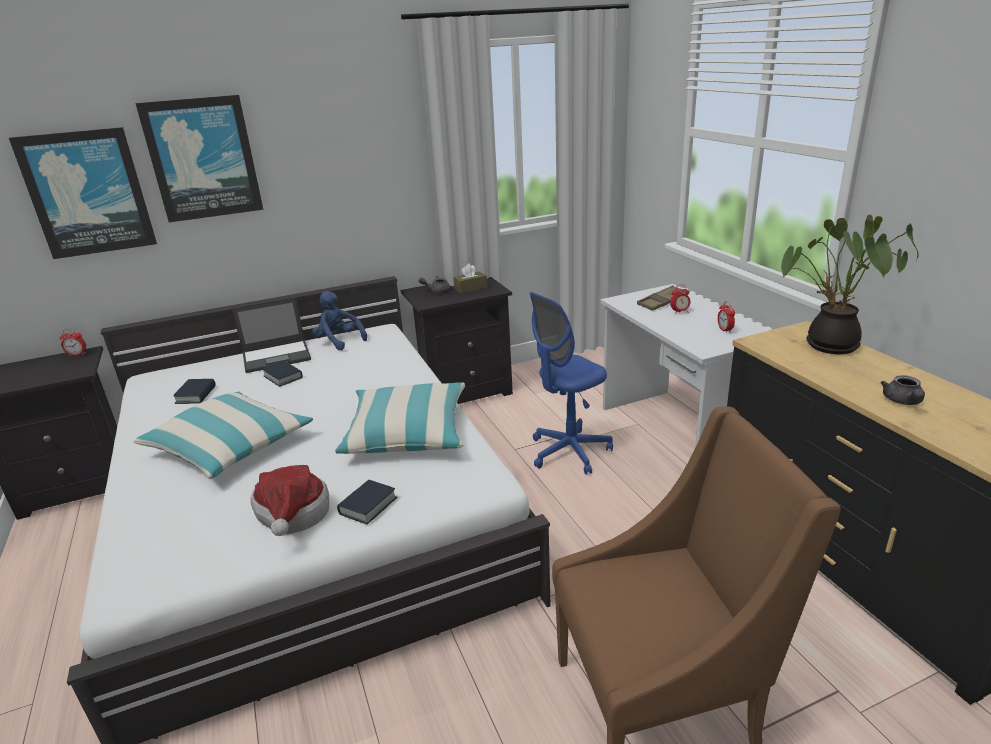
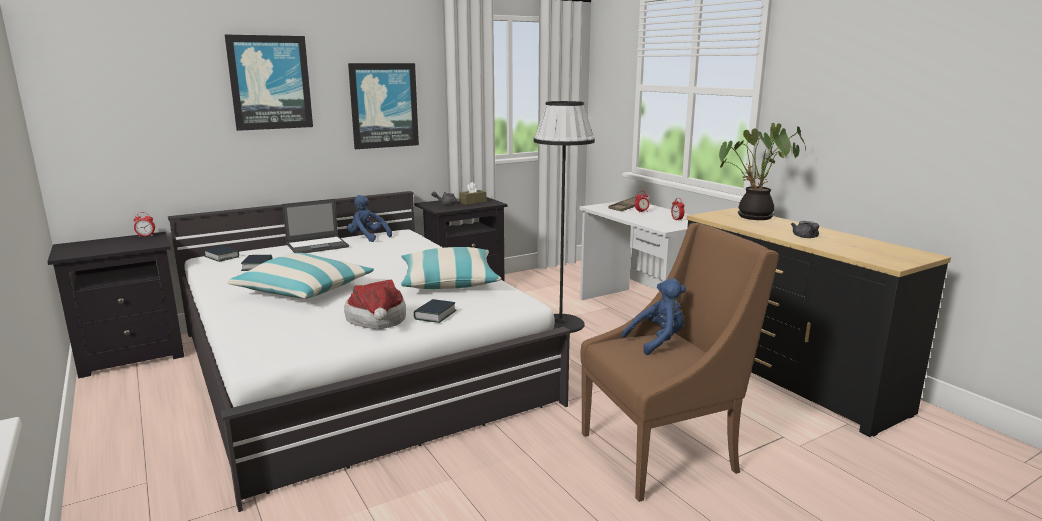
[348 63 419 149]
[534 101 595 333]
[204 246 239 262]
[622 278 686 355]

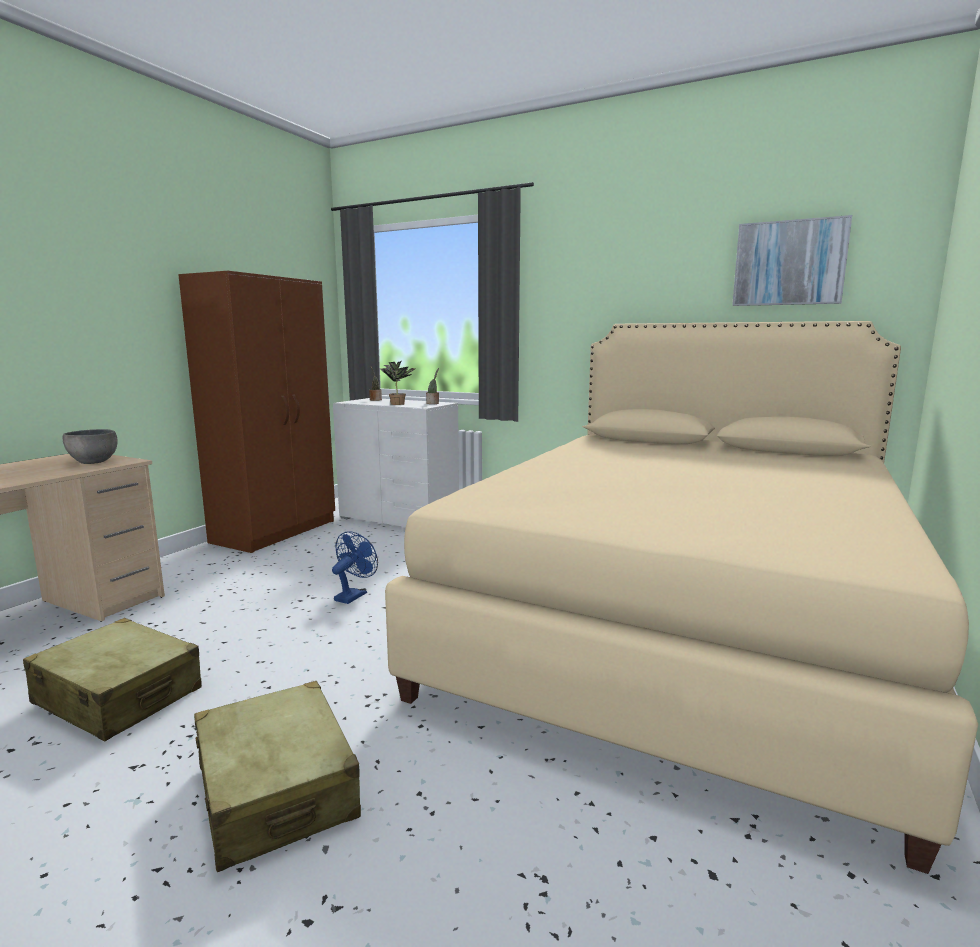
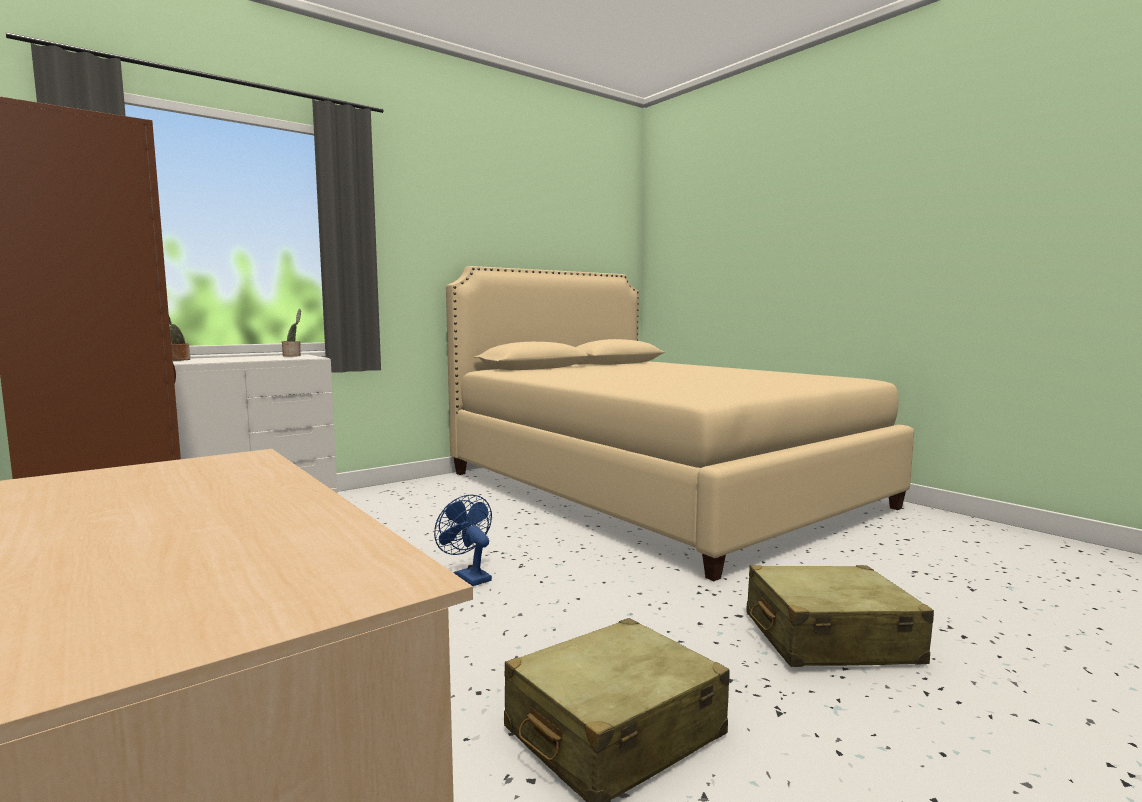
[732 215 852 306] (first image)
[381 361 415 405] (first image)
[63 429 118 464] (first image)

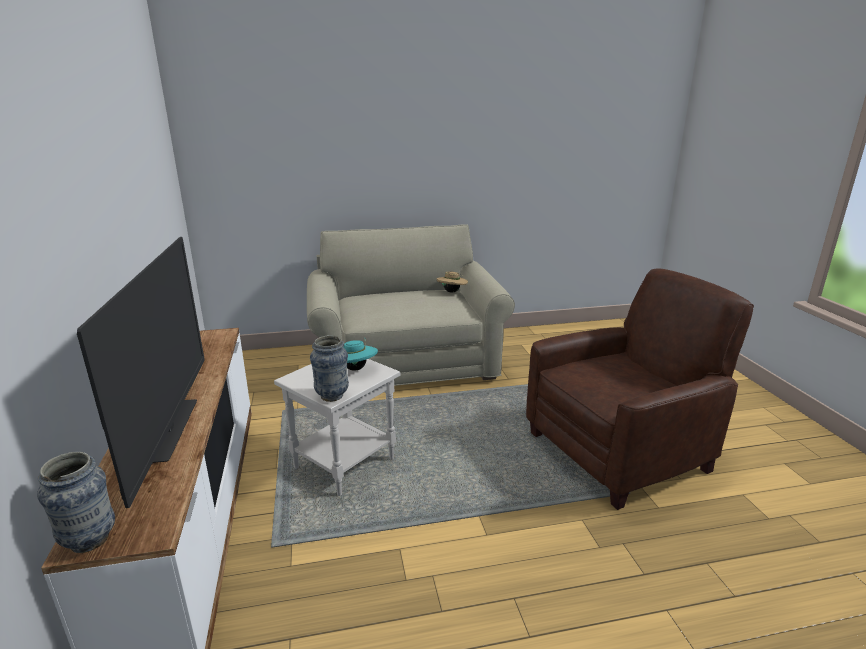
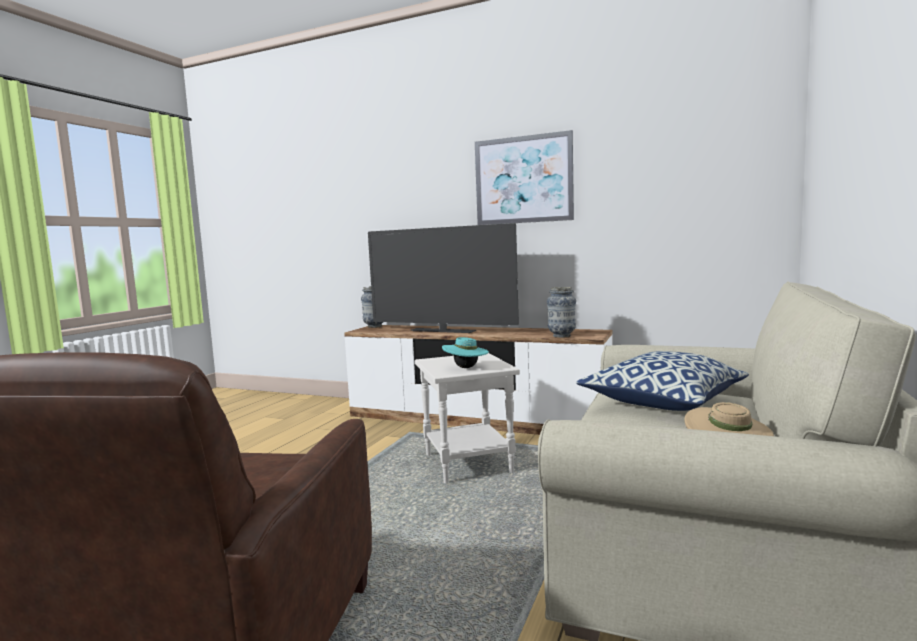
[547 287 576 338]
[475 130 574 225]
[576 351 749 411]

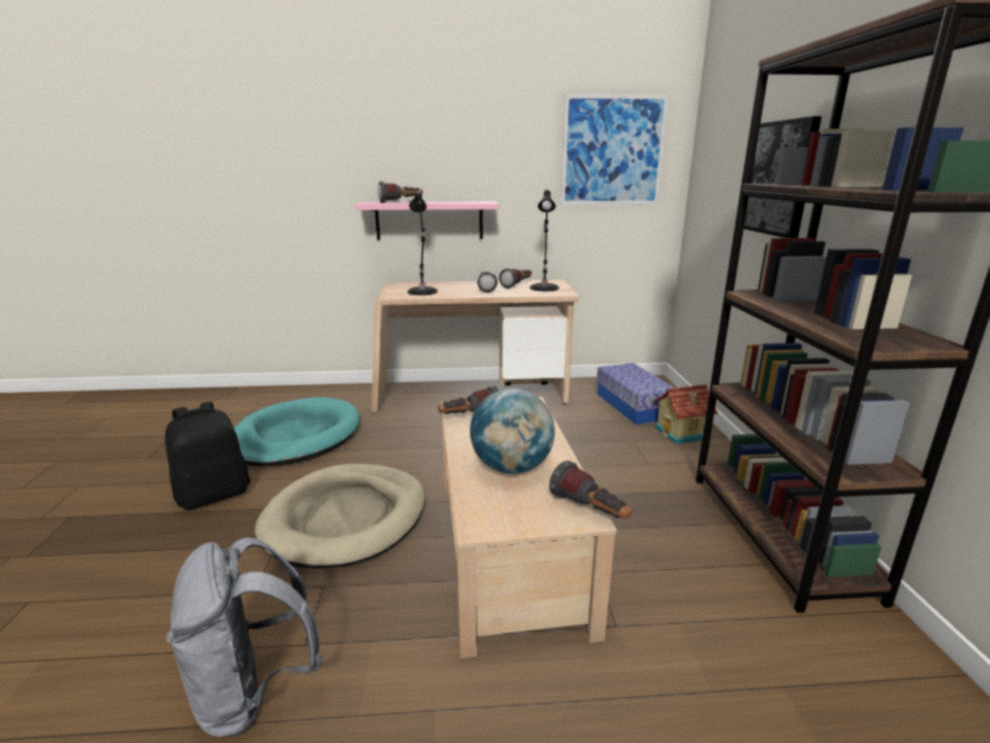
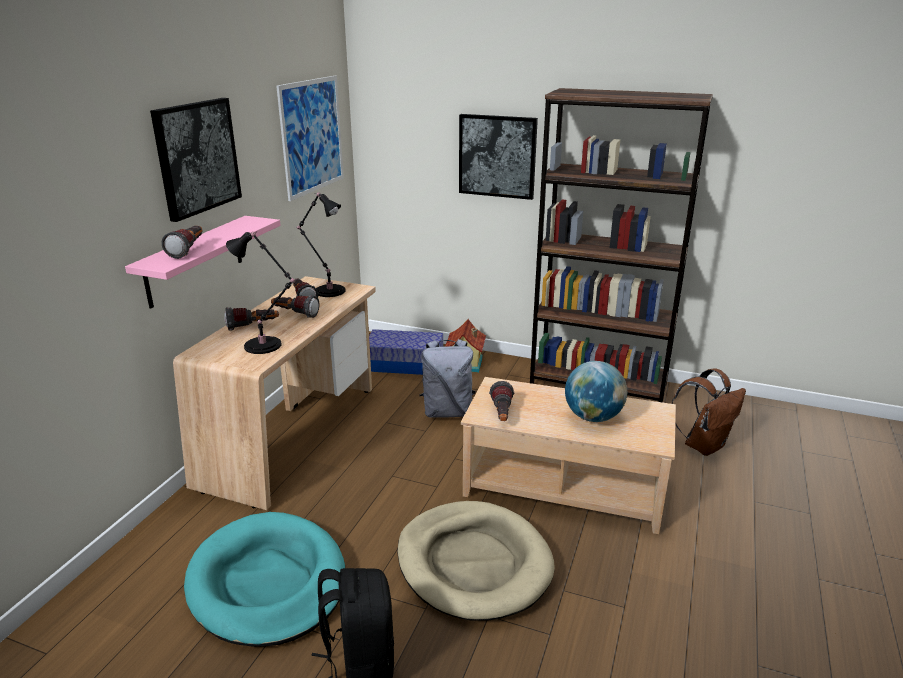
[224 307 279 331]
[419 339 476 418]
[150 98 242 222]
[672 369 746 456]

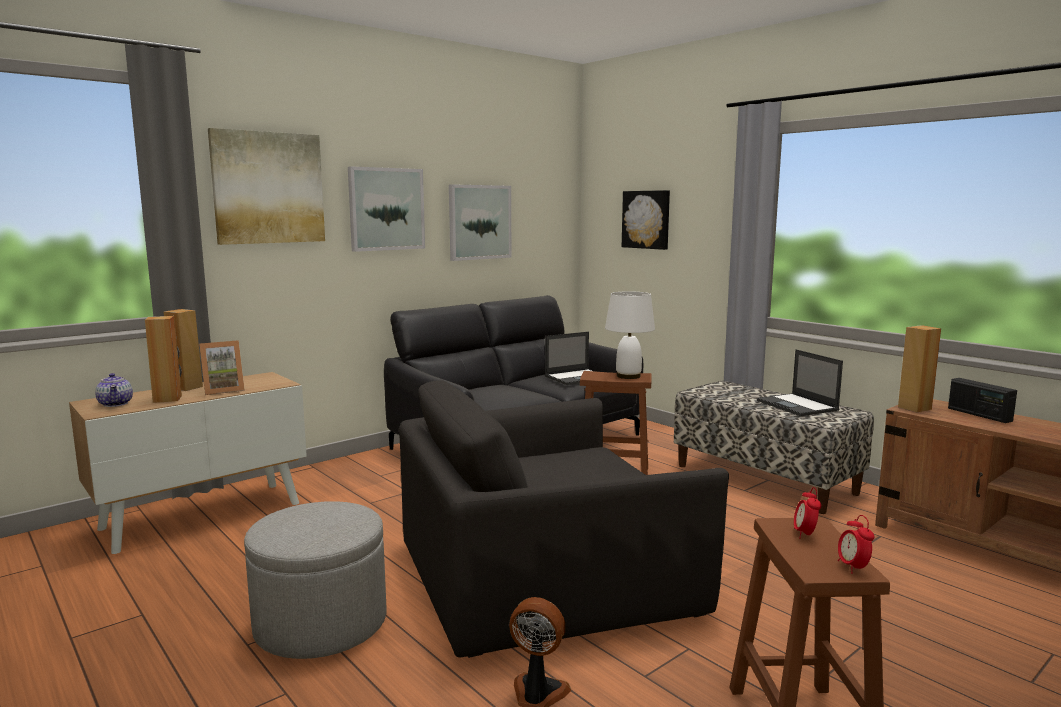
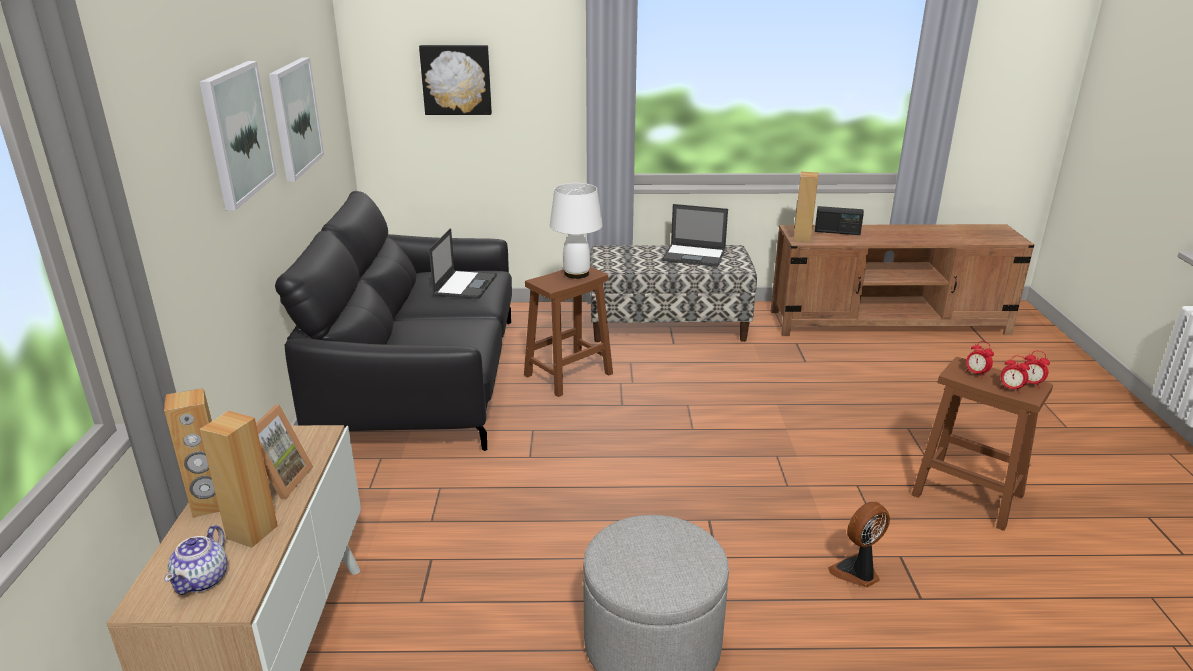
[208 128 325 245] (first image)
[165 525 228 595]
[399 380 729 658] (first image)
[1000 355 1030 394]

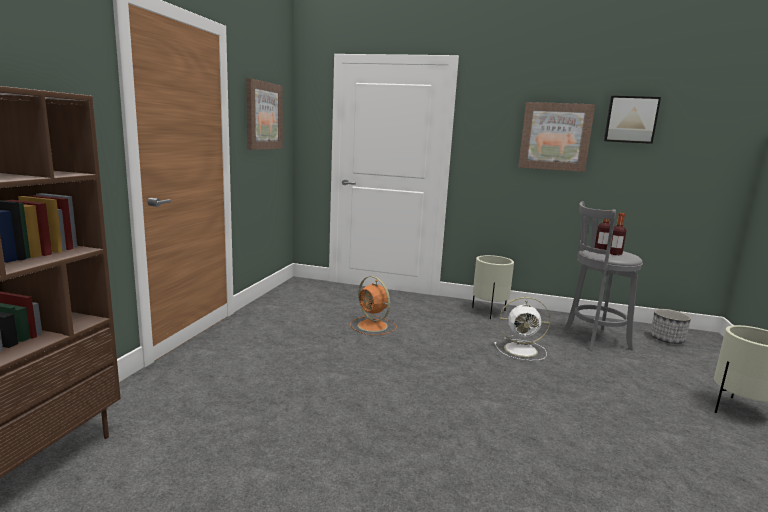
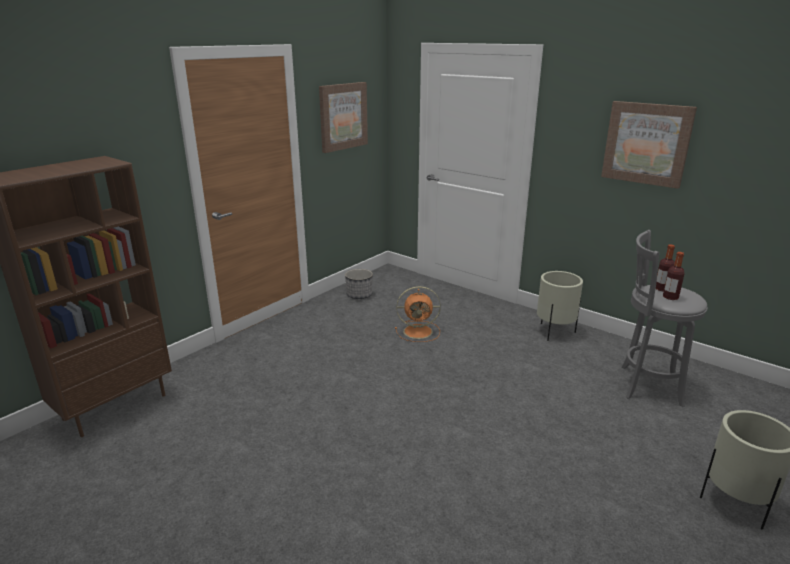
[604 96 661 144] (first image)
[395 286 441 342]
[494 297 551 361] (first image)
[345 269 373 299]

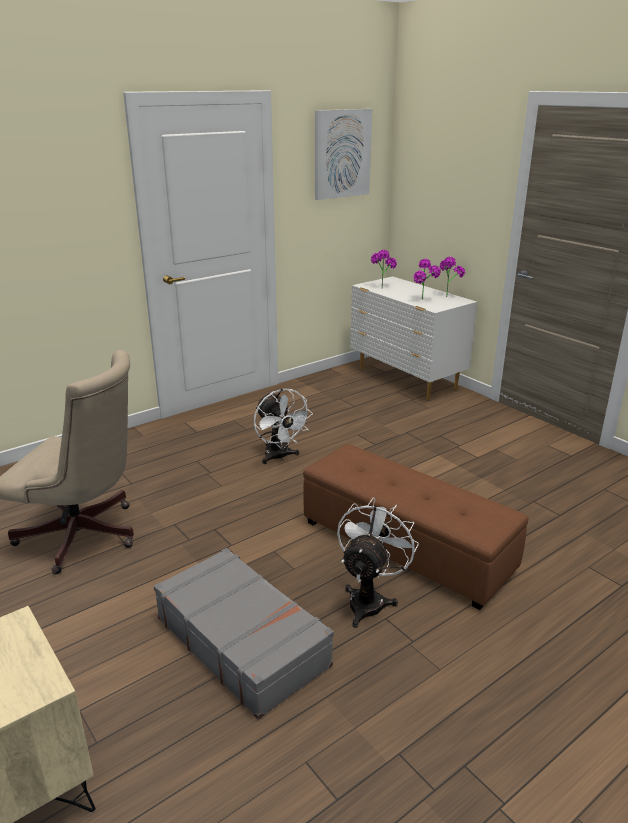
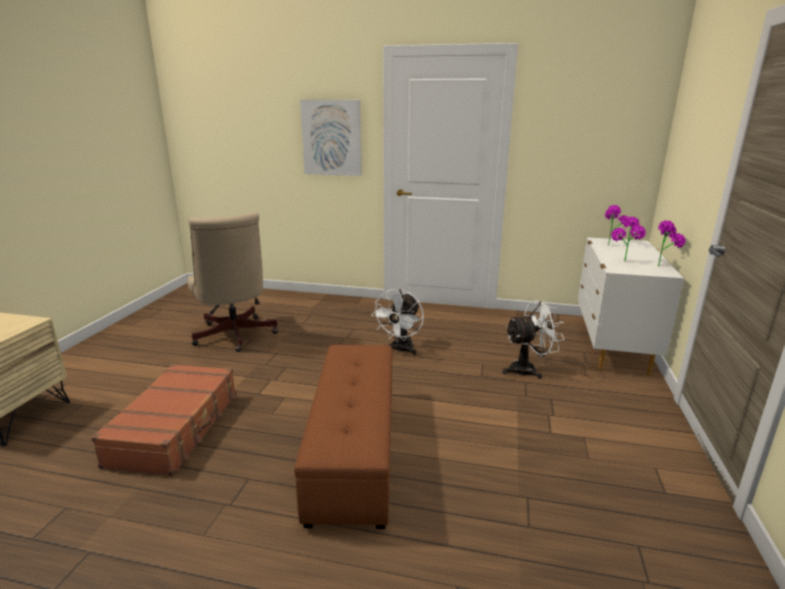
[300 100 361 176]
[502 300 564 379]
[91 364 236 476]

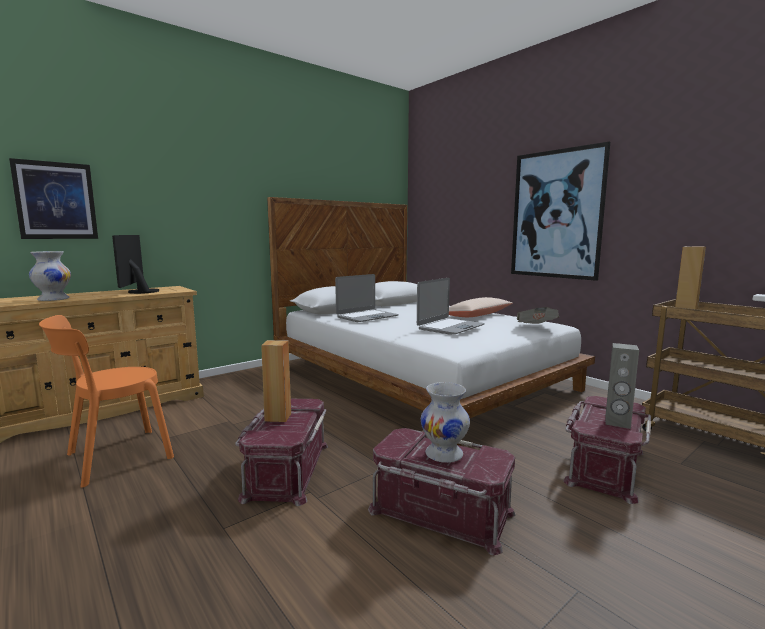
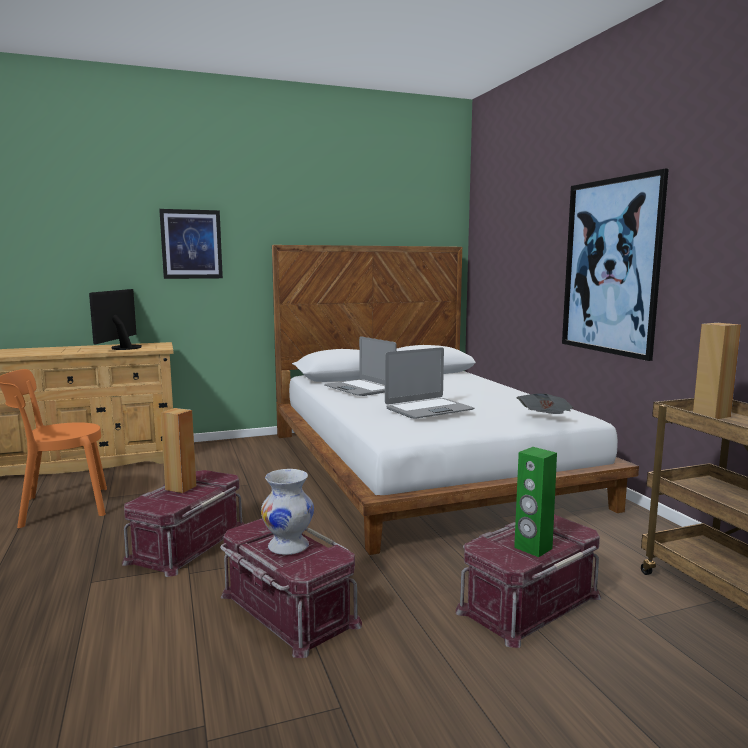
[159 209 223 279]
[29 251 71 301] (first image)
[324 336 396 396]
[449 297 513 317] (first image)
[514 447 557 557]

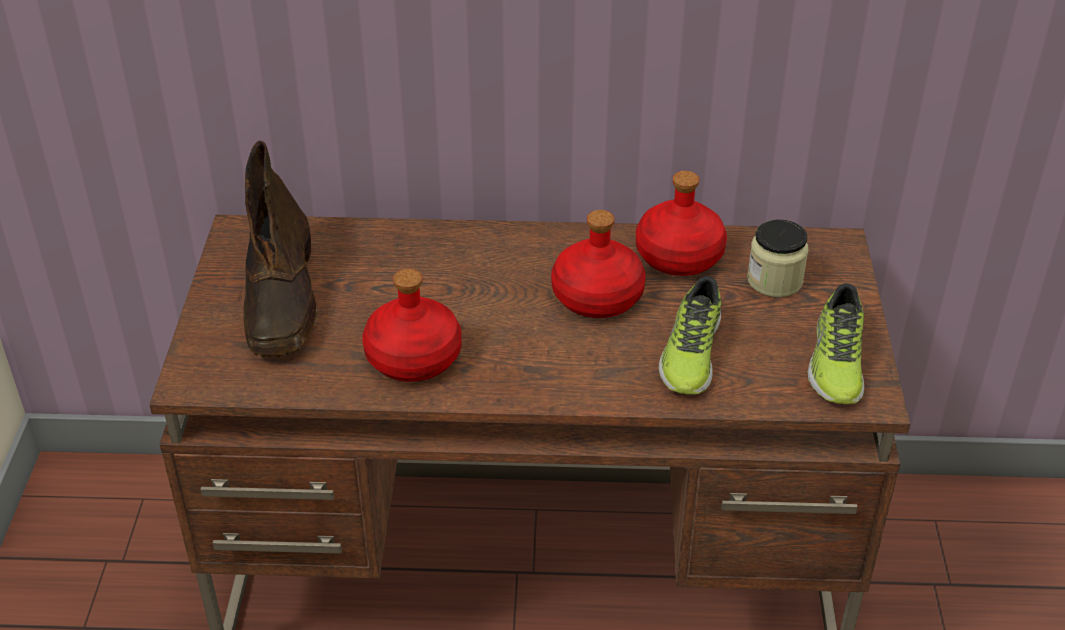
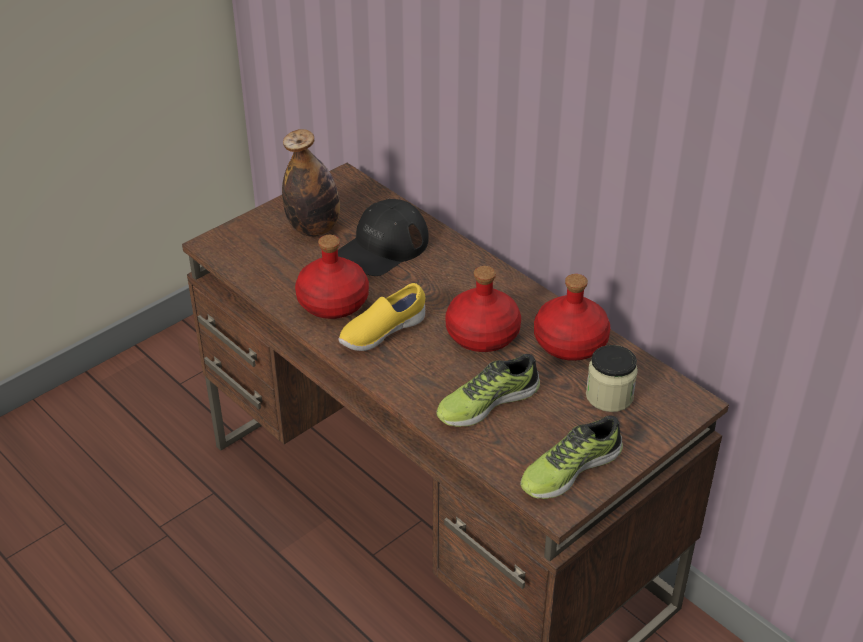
[282 129 340 237]
[338 199 429 276]
[338 283 425 351]

